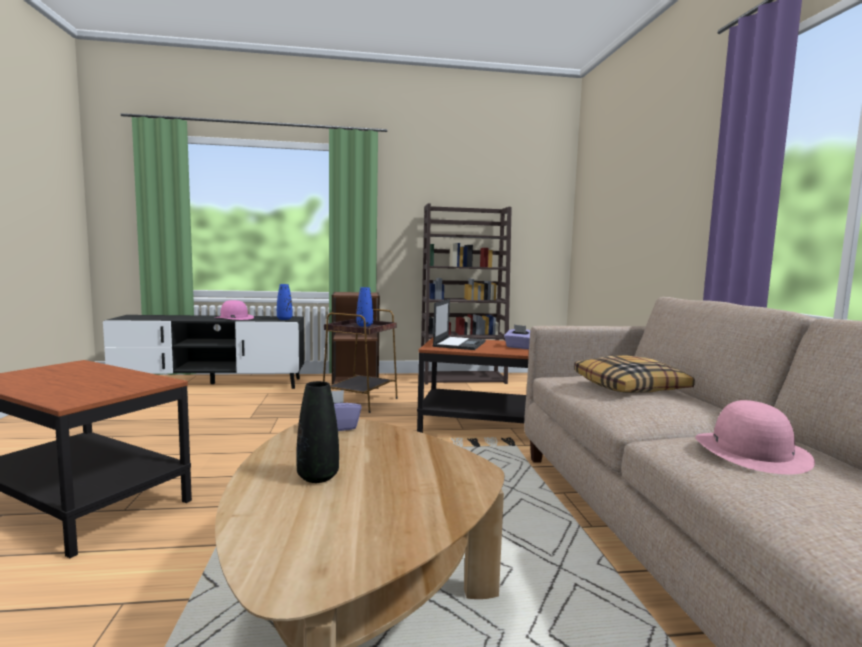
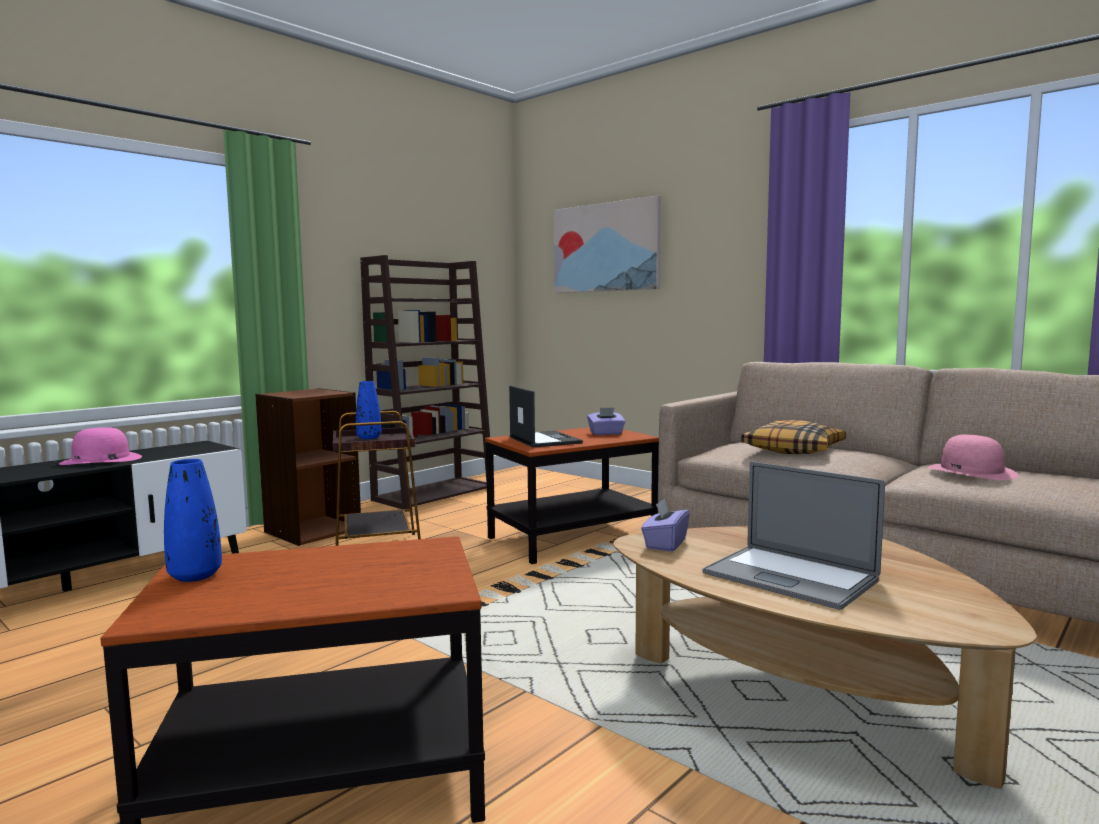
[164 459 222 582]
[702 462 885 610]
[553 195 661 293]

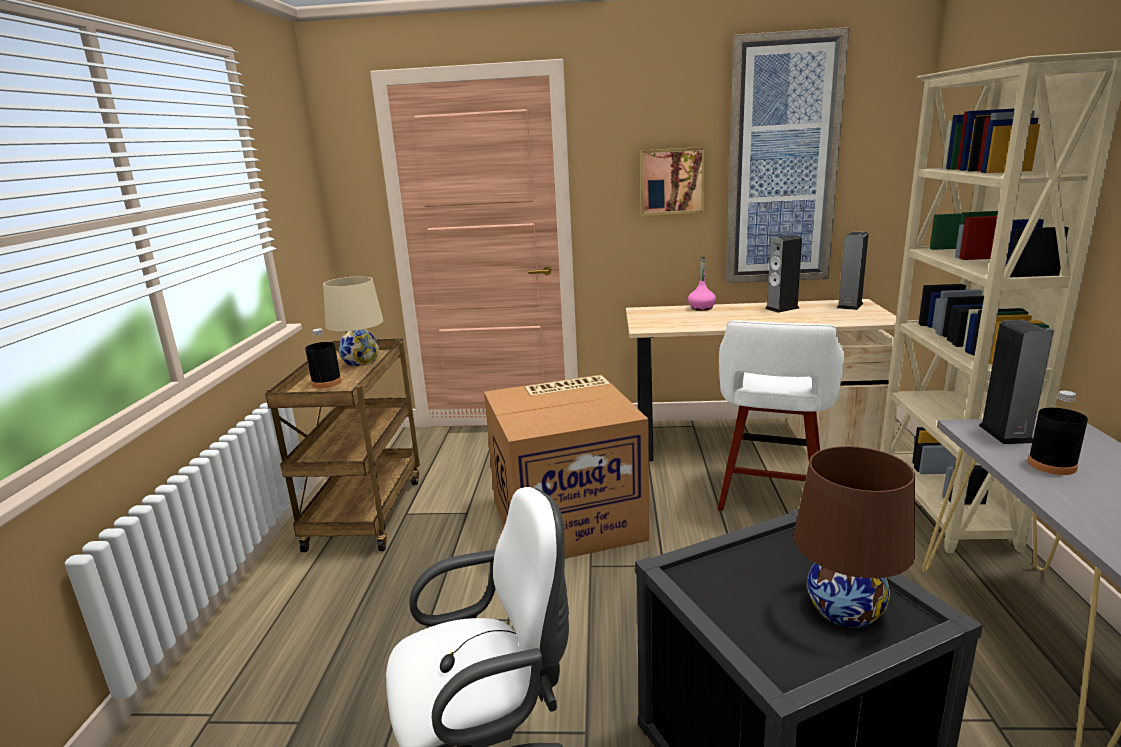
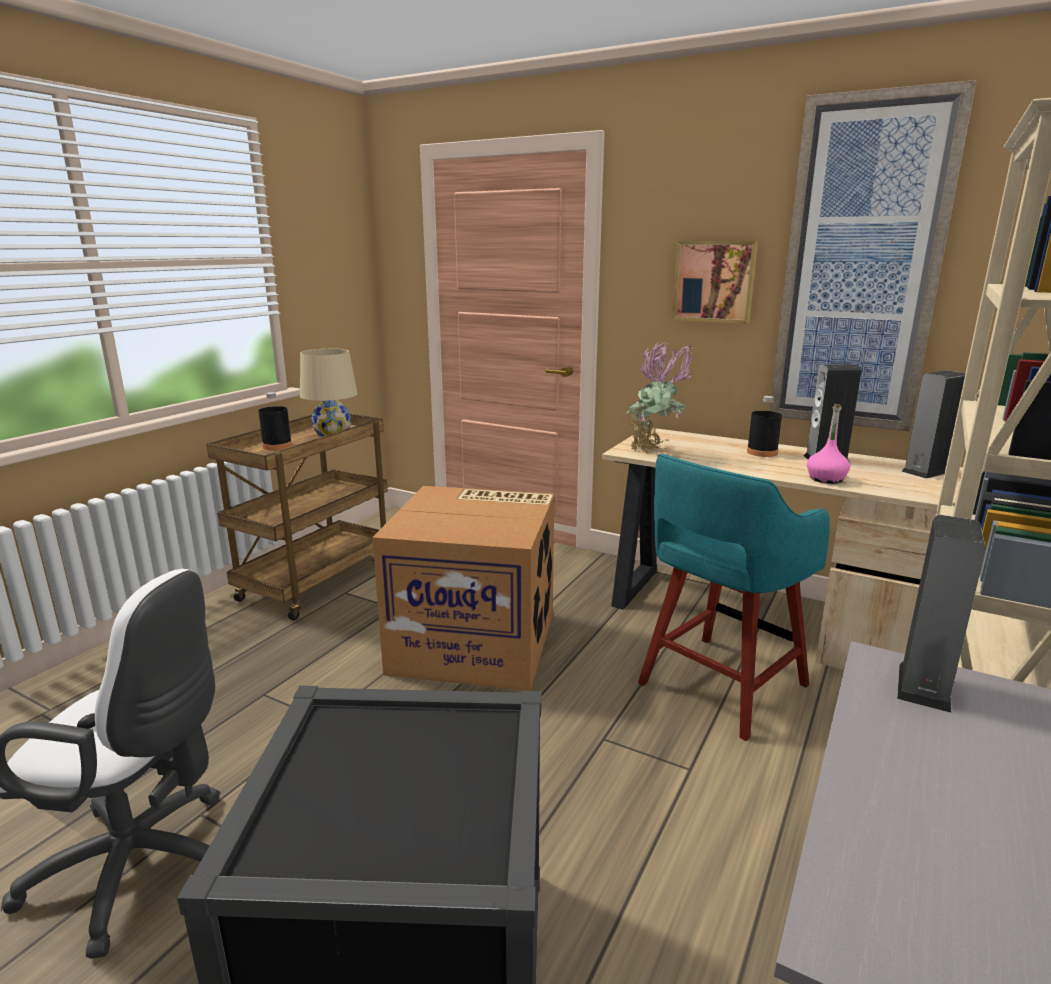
[807 404 850 484]
[638 454 830 741]
[747 396 782 457]
[794 446 915 628] (first image)
[627 340 694 453]

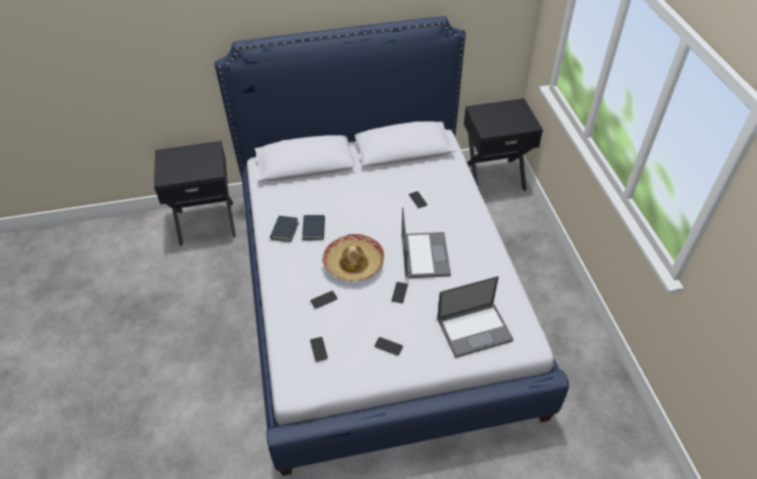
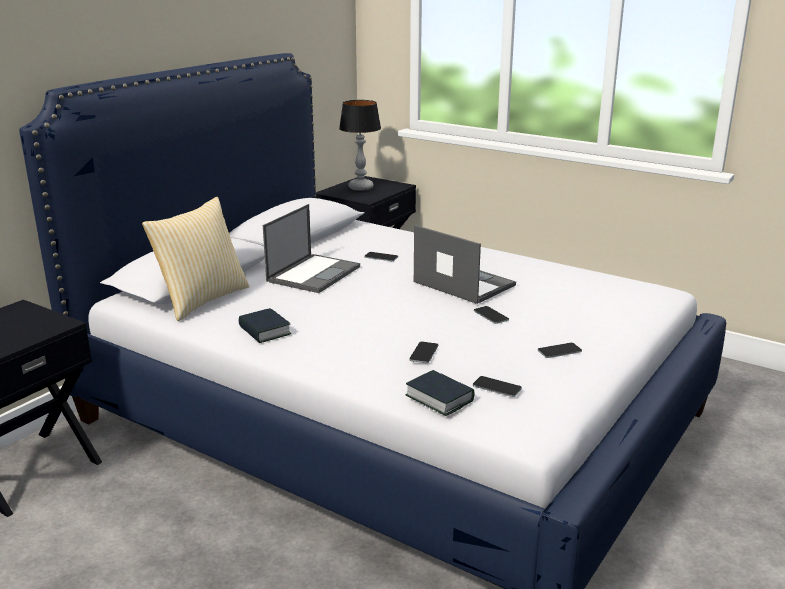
[406 370 474 416]
[322 234 385 281] (first image)
[263 204 360 293]
[339 100 381 191]
[142 197 250 321]

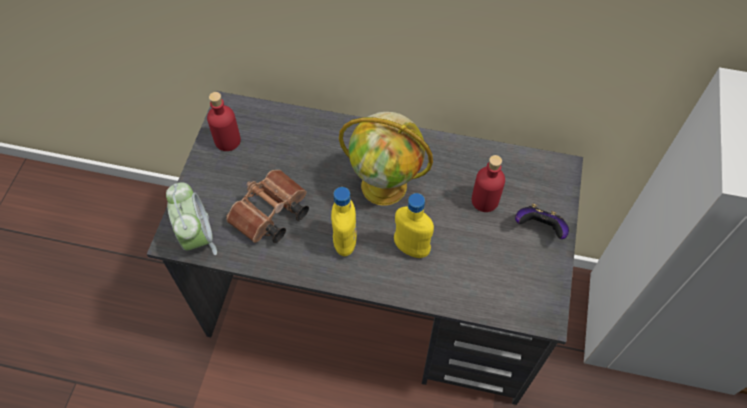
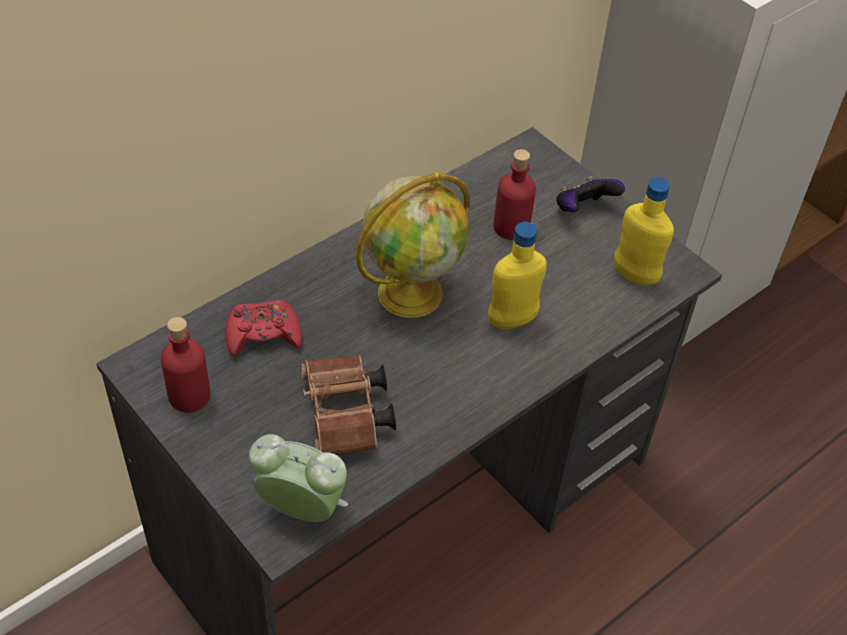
[614 177 674 286]
[225 299 302 357]

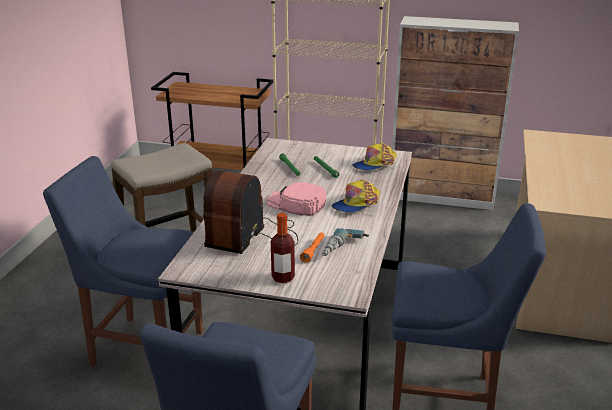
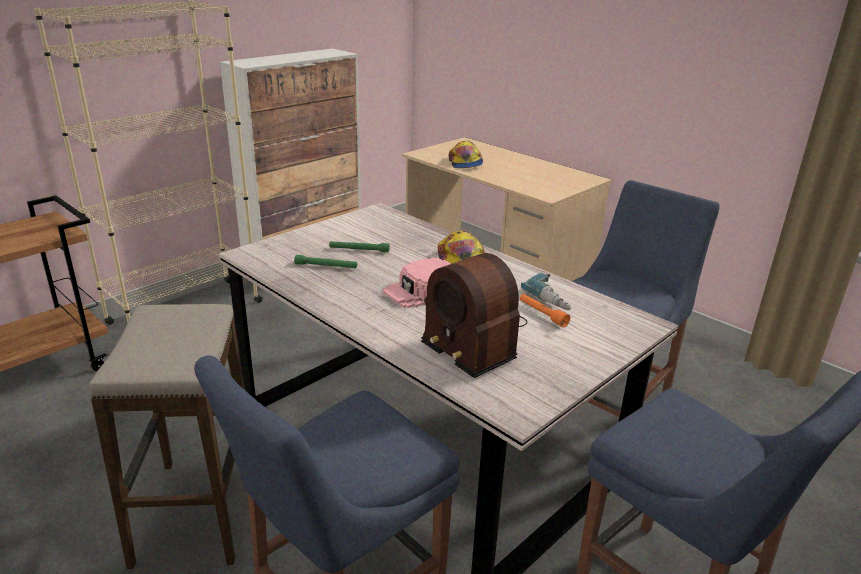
[449 141 483 168]
[271 213 295 283] (first image)

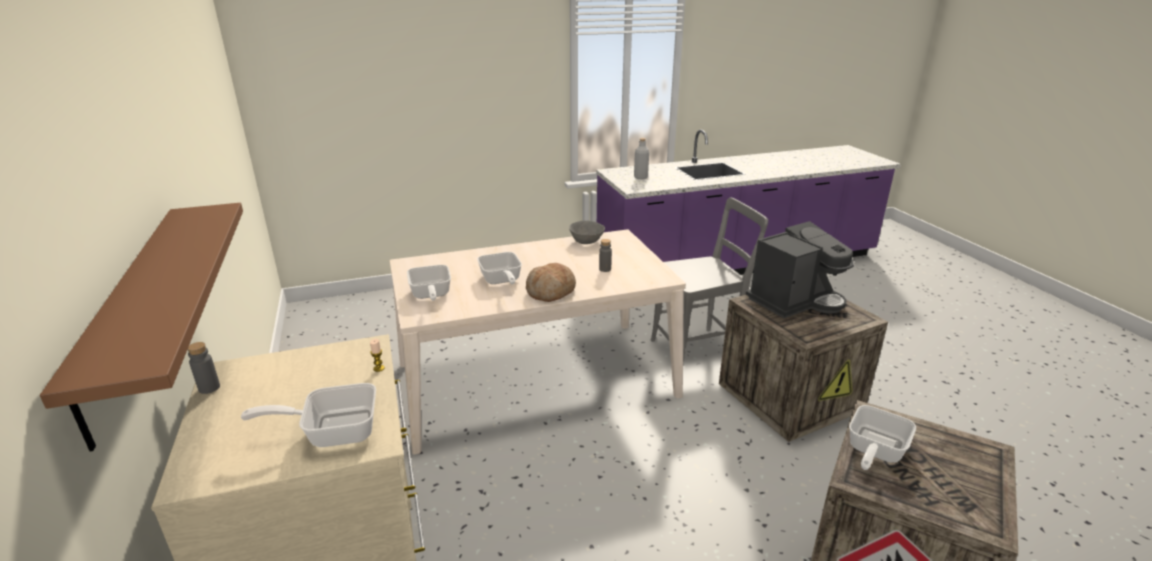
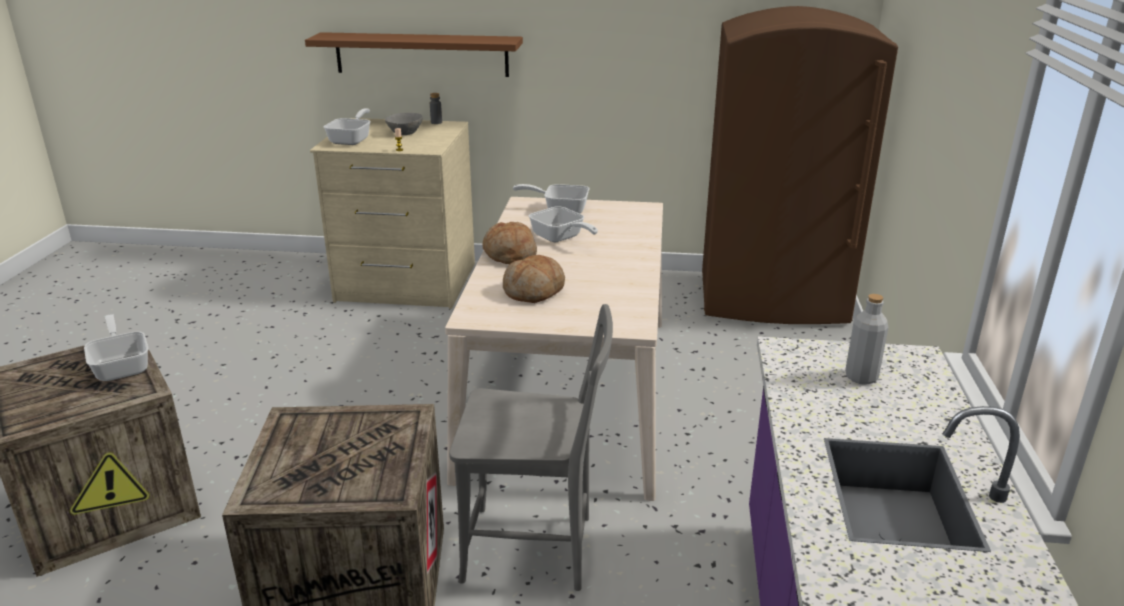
[449 304 613 591]
[385 113 423 135]
[746 221 854 318] (first image)
[503 255 565 303]
[529 206 598 242]
[702 6 898 324]

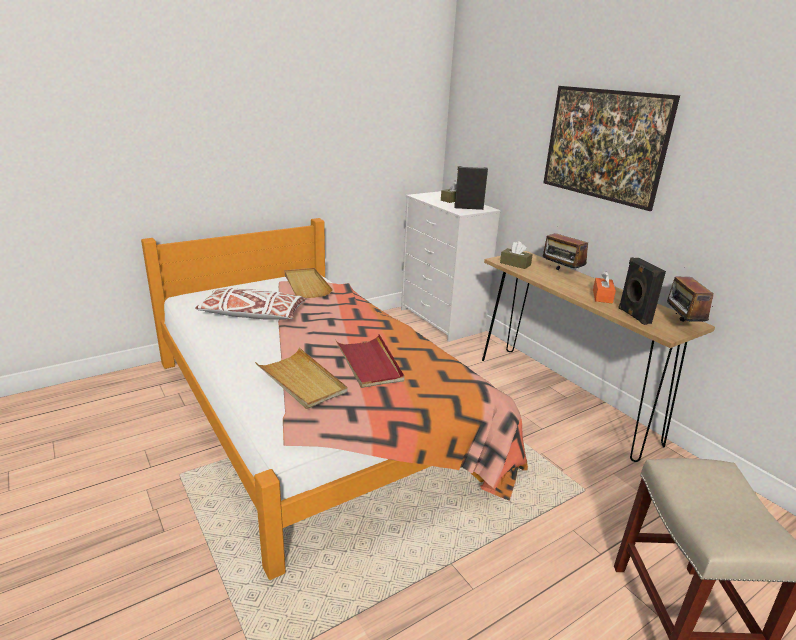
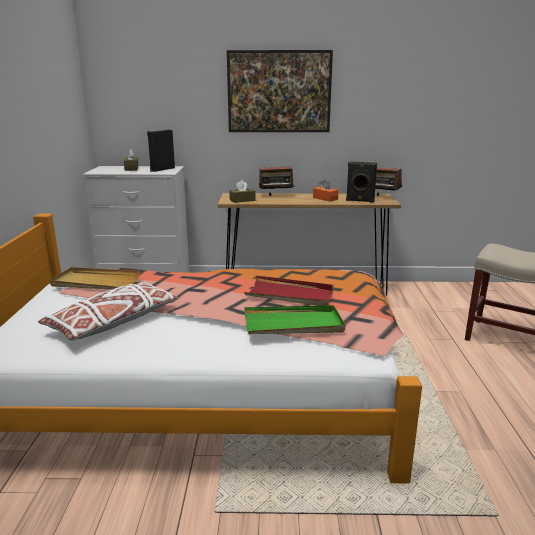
[244 305 345 334]

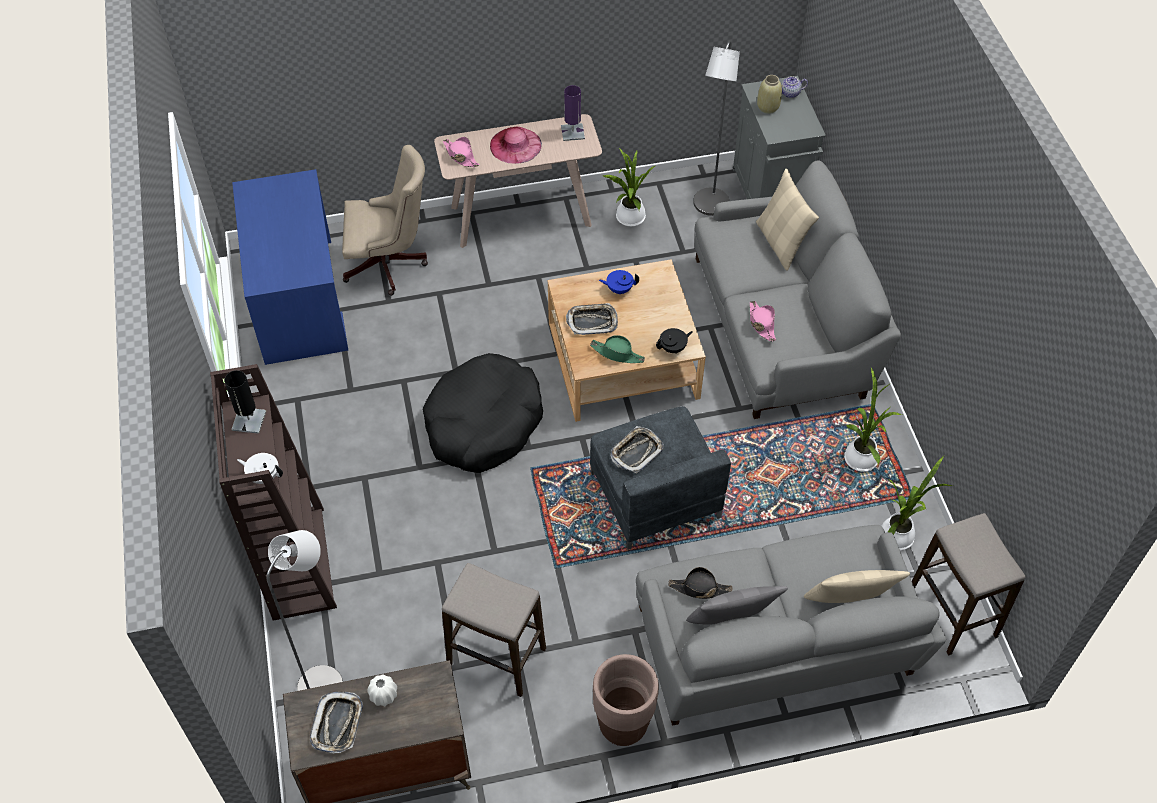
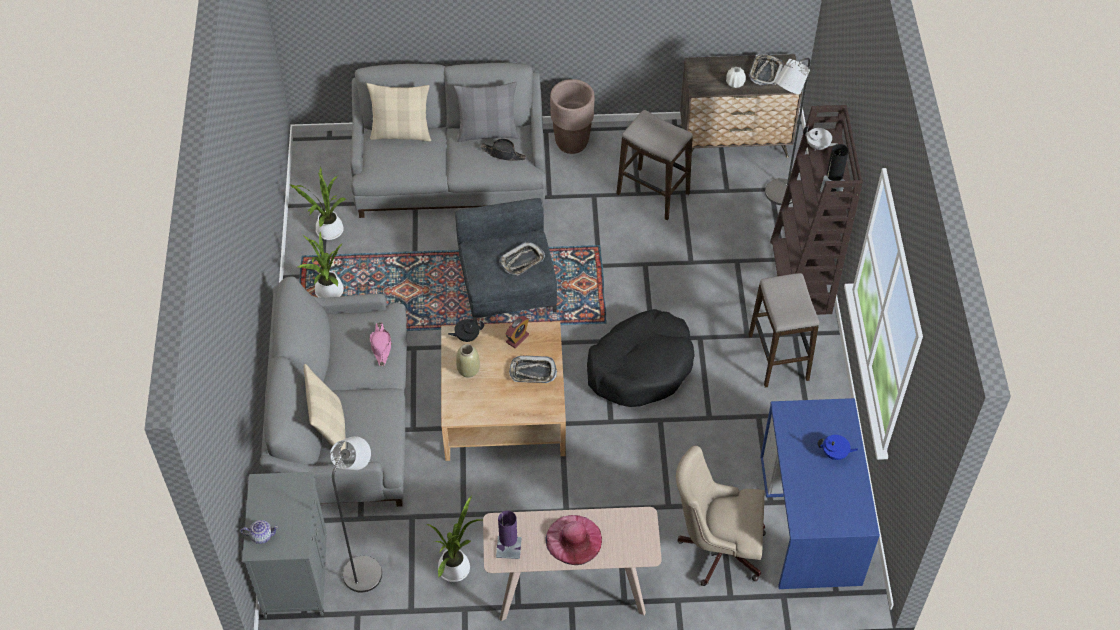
[456 344 480 378]
[443 137 480 167] (first image)
[818 435 858 460]
[506 316 529 348]
[748 273 819 388]

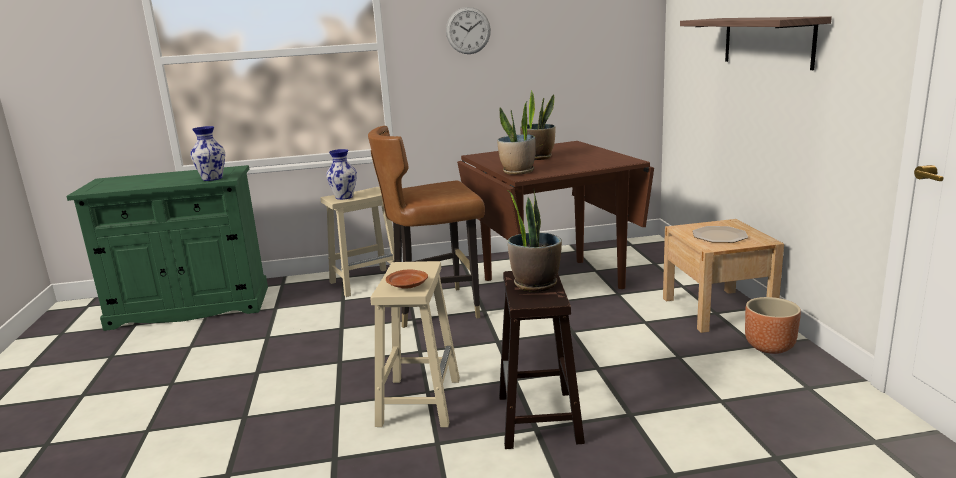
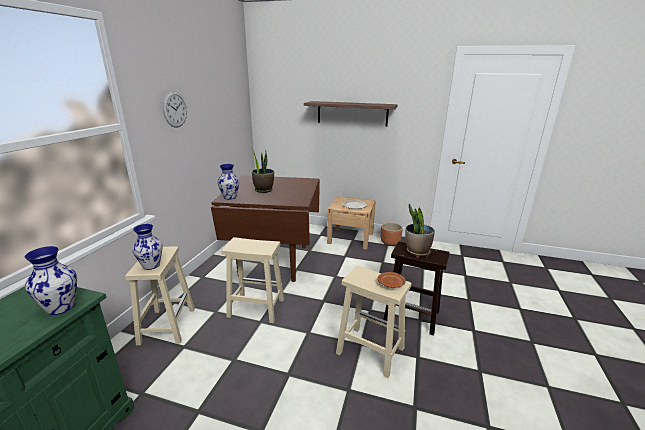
[497 102 536 175] (first image)
[221 237 284 323]
[217 164 239 200]

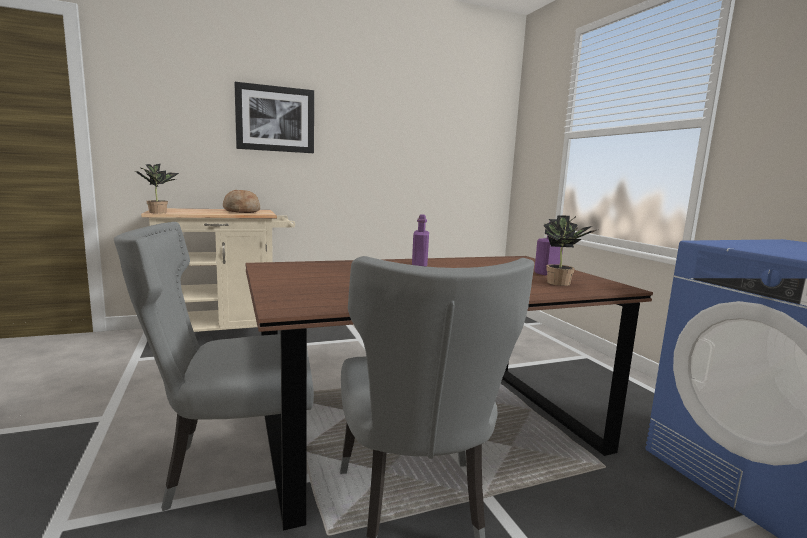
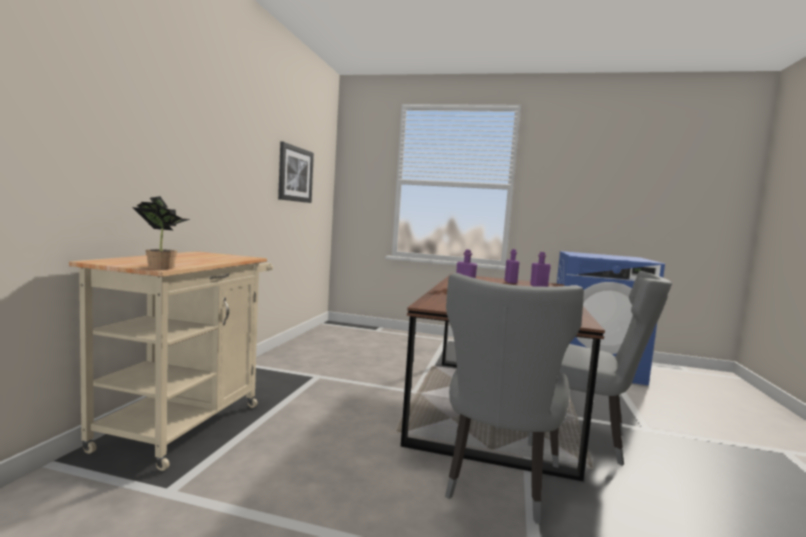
[278 141 314 203]
[223 190 260 213] (first image)
[530 252 551 287]

